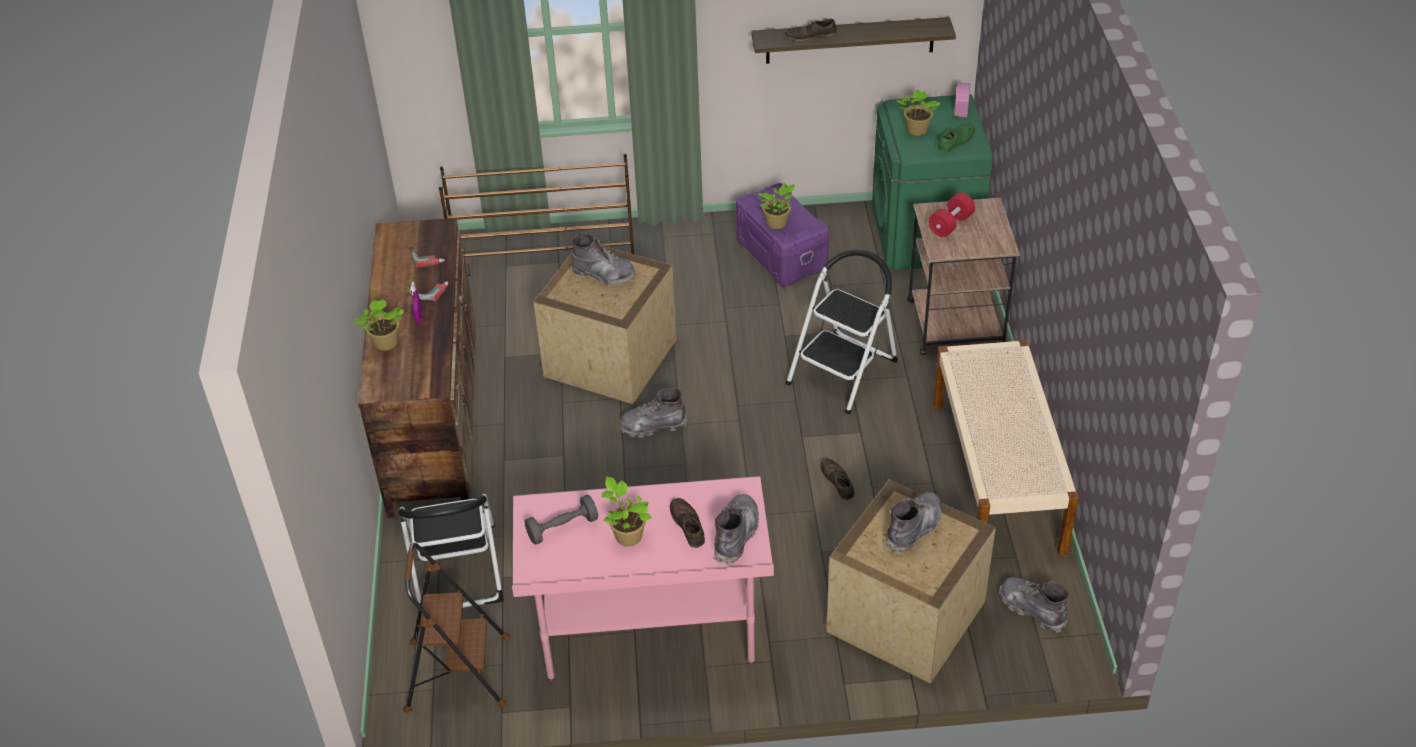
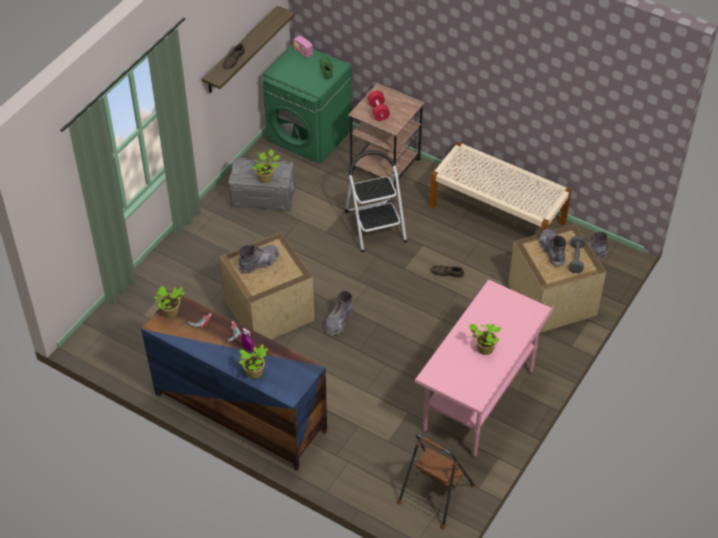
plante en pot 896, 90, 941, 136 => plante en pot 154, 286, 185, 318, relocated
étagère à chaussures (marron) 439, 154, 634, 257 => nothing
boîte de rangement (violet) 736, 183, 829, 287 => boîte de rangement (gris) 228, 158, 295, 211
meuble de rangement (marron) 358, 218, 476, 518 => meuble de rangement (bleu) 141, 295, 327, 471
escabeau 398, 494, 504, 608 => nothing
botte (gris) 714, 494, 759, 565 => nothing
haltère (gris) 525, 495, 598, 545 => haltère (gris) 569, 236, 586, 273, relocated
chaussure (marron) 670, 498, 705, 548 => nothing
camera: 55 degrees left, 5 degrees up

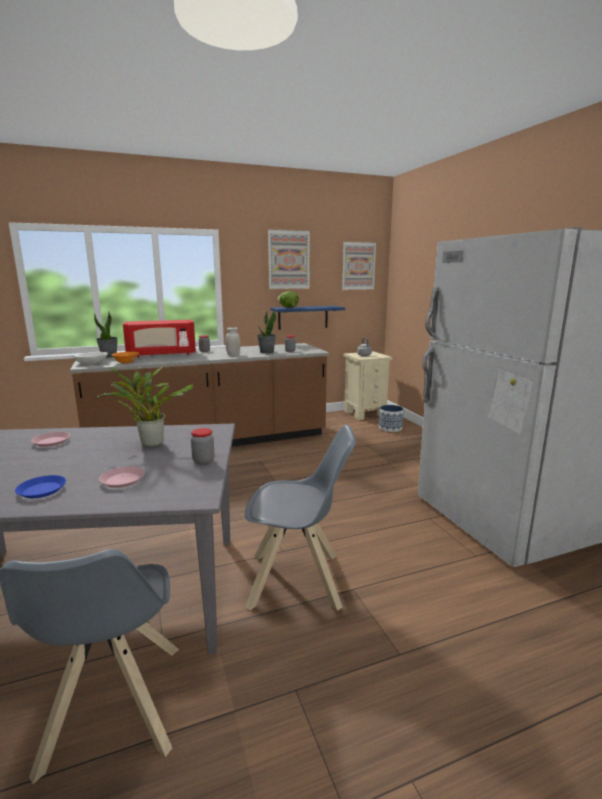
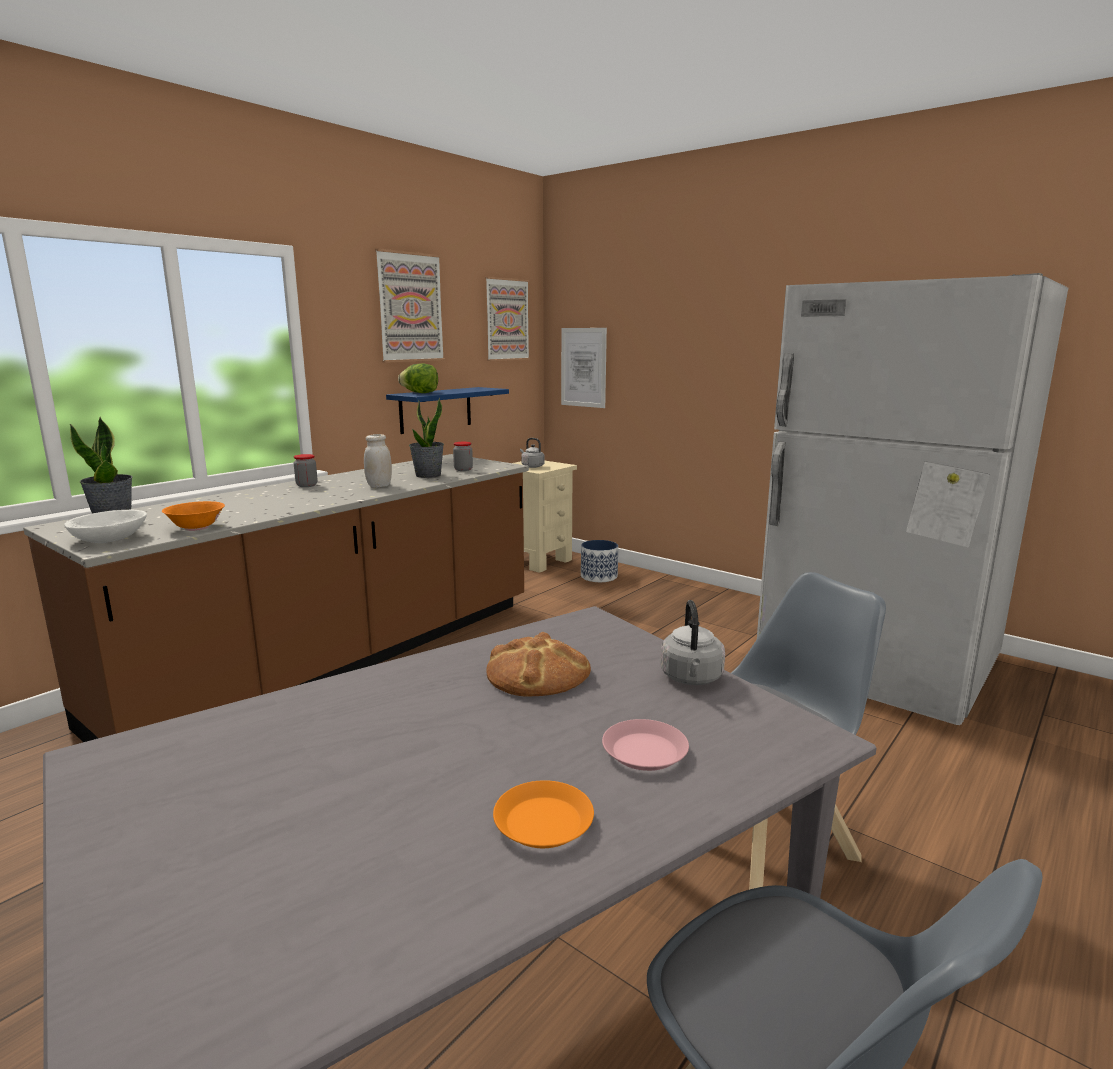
micro-ondes (rouge) 123, 320, 196, 358 => nothing
plante en pot 95, 366, 194, 447 => pain 486, 632, 591, 697
bocal 191, 428, 214, 464 => bouilloire (gris) 660, 600, 725, 685
assiette (rose) 31, 432, 70, 447 => nothing
assiette (bleu) 15, 475, 66, 498 => assiette (orange) 493, 780, 594, 848
nothing => tableau 561, 328, 607, 408
camera: 30 degrees left, 0 degrees up

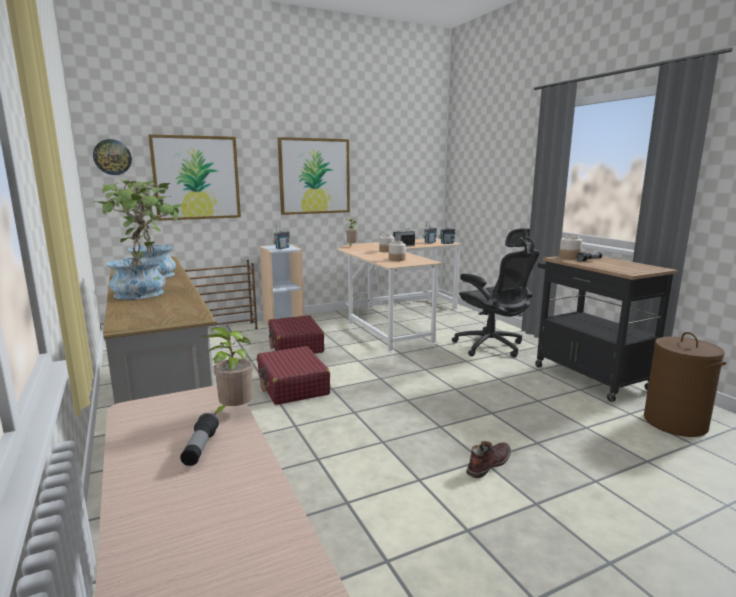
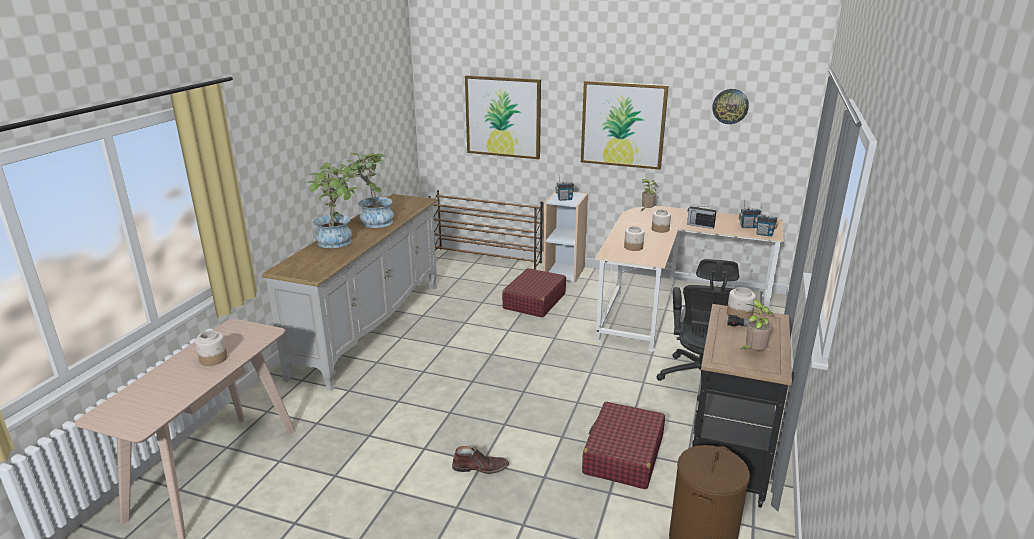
horloge murale 93, 139, 132, 175 => horloge murale 712, 89, 749, 124, relocated
plante en pot 202, 327, 253, 415 => plante en pot 740, 300, 774, 350, relocated
valise (rouge) 257, 346, 330, 405 => valise (rouge) 582, 401, 665, 489, relocated
lampe de poche 180, 413, 219, 466 => bocal 195, 331, 227, 366
camera: 45 degrees right, 10 degrees up

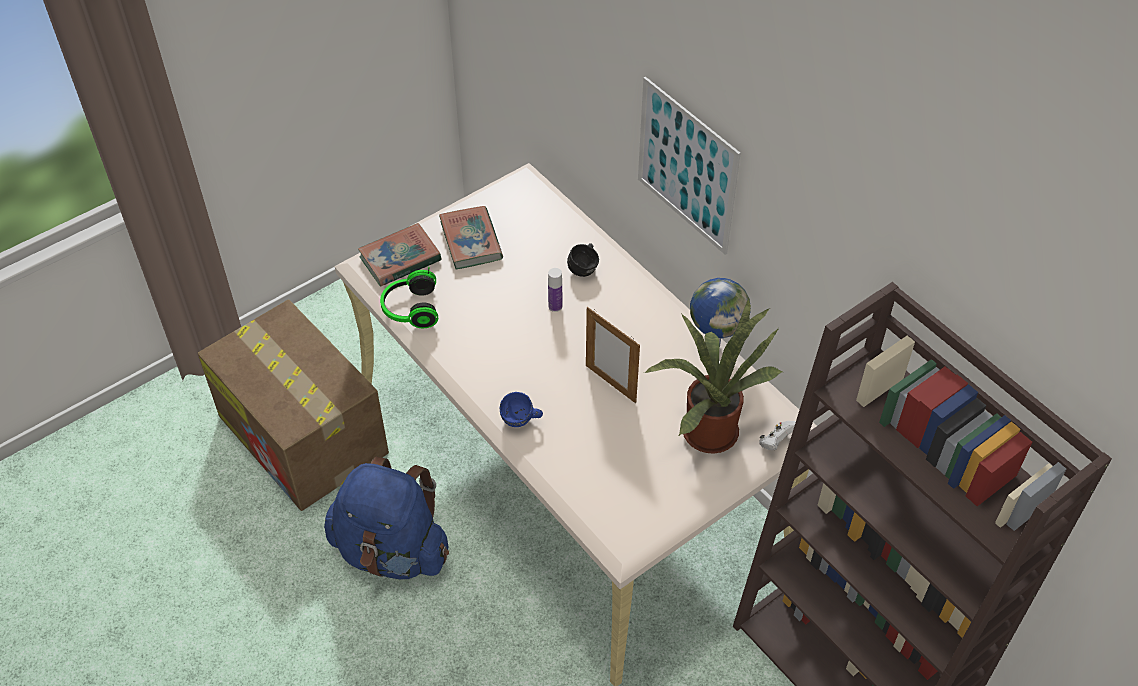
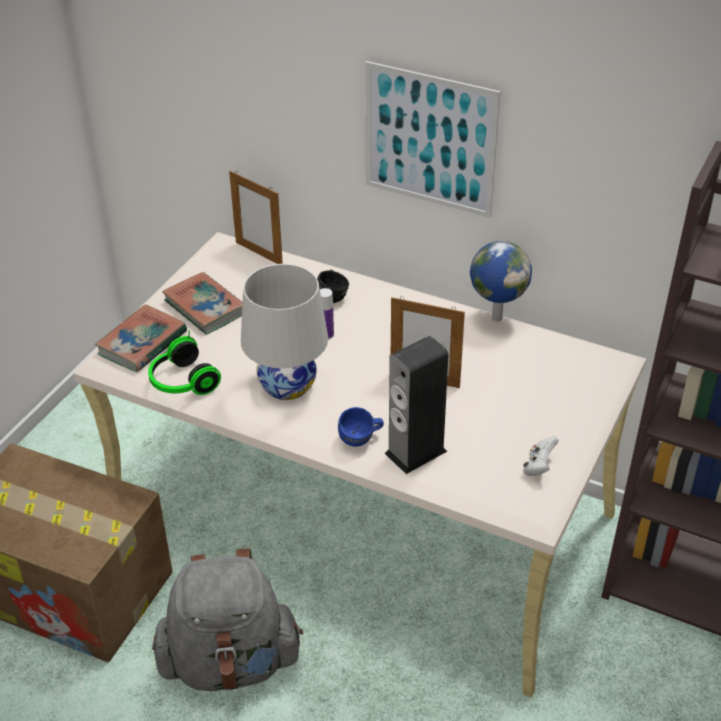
plante en pot 644, 299, 783, 454 => nothing
manette (blanc) 759, 421, 796, 450 => manette (blanc) 523, 436, 559, 476, relocated
sac à dos (bleu) 324, 457, 449, 579 => sac à dos (gris) 152, 549, 303, 691
nothing => cadre photo 229, 171, 283, 264
nothing => lampe de table (blanc) 241, 264, 328, 400
nothing => enceinte 385, 336, 449, 474
camera: 25 degrees left, 10 degrees down

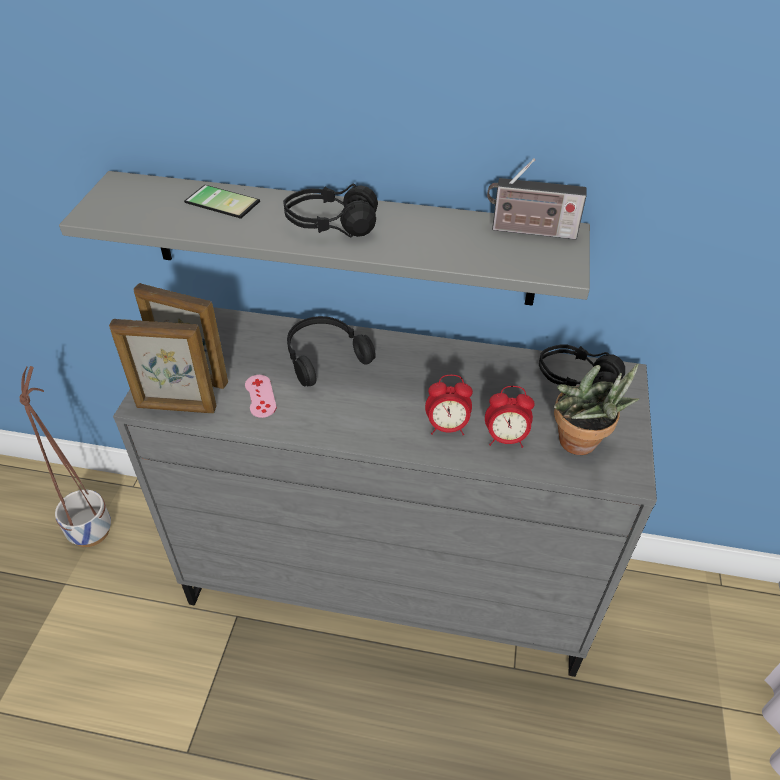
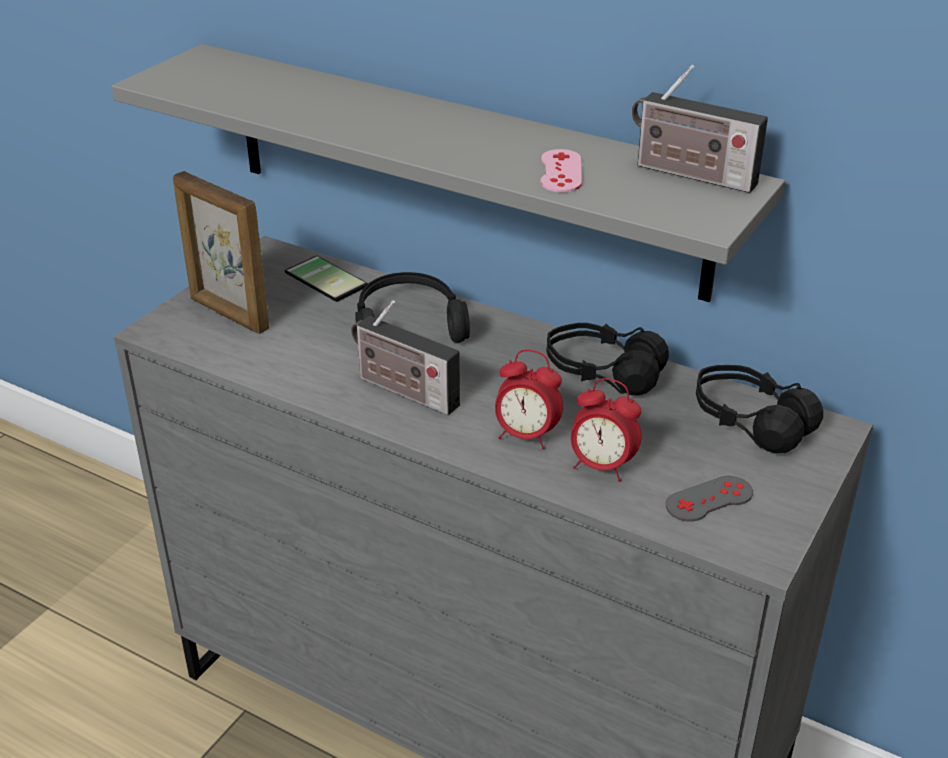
casque audio (noir) 283, 183, 378, 237 => casque audio (noir) 547, 323, 669, 396, relocated
téléphone 184, 185, 260, 219 => téléphone 285, 256, 368, 302, relocated
cadre photo 109, 319, 217, 413 => nothing
plante en pot 554, 364, 639, 455 => manette (gris) 666, 476, 753, 522
cache-pot 19, 366, 111, 547 => nothing
manette (rose) 245, 375, 276, 418 => manette (rose) 540, 149, 582, 193, relocated
nothing => radio 351, 300, 460, 415
camera: 20 degrees right, 10 degrees down

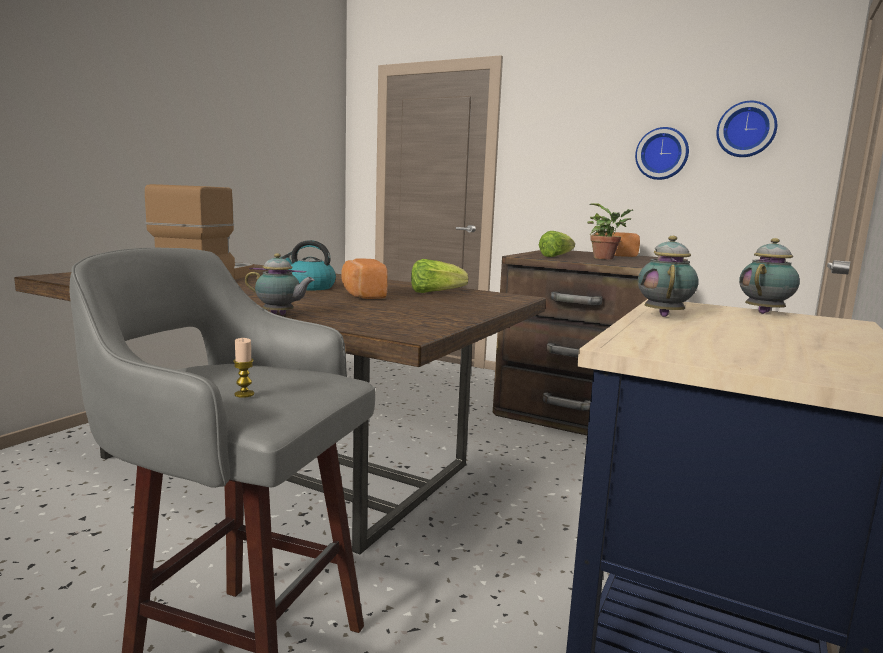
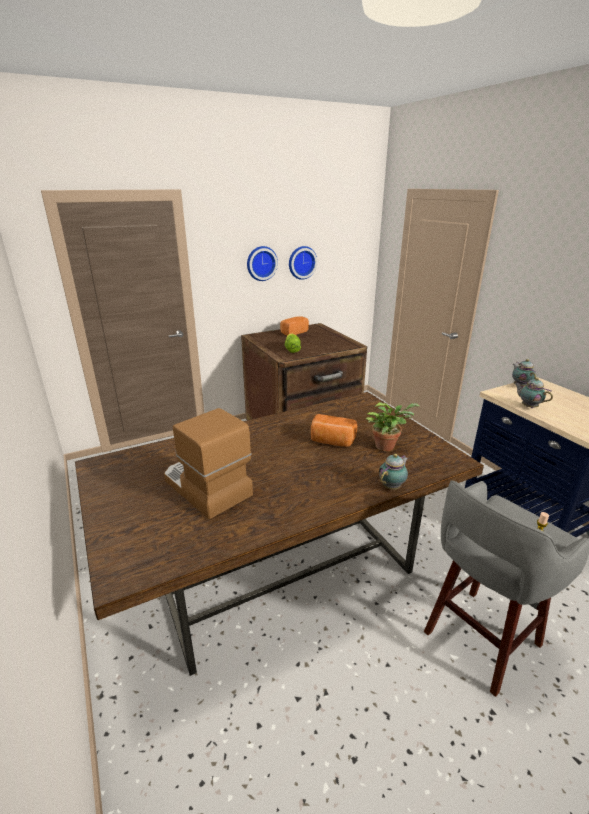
horloge murale 716, 101, 777, 157 => horloge murale 247, 246, 278, 281, relocated
plante en pot 587, 203, 633, 259 => plante en pot 366, 402, 420, 451, relocated
bouilloire 281, 240, 336, 290 => nothing
laitue 411, 259, 468, 293 => nothing
camera: 55 degrees left, 15 degrees up

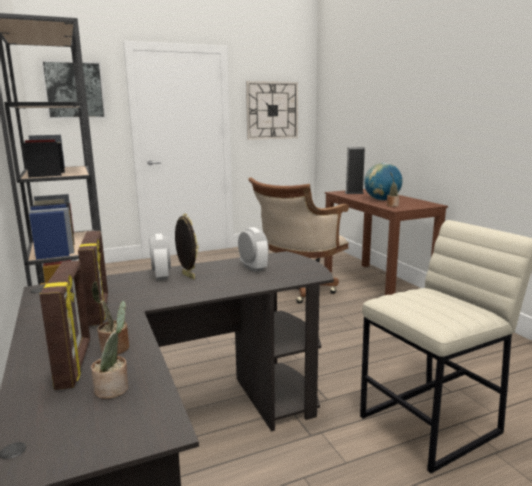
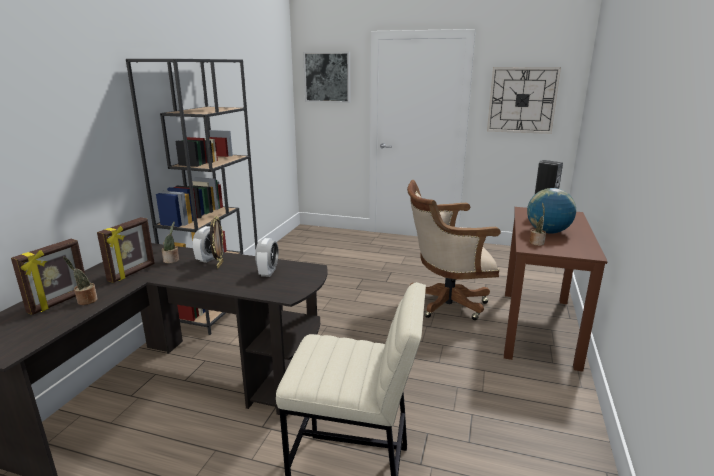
plante en pot 91, 301, 128, 399 => plante en pot 162, 222, 179, 263, relocated
camera: 40 degrees right, 5 degrees up

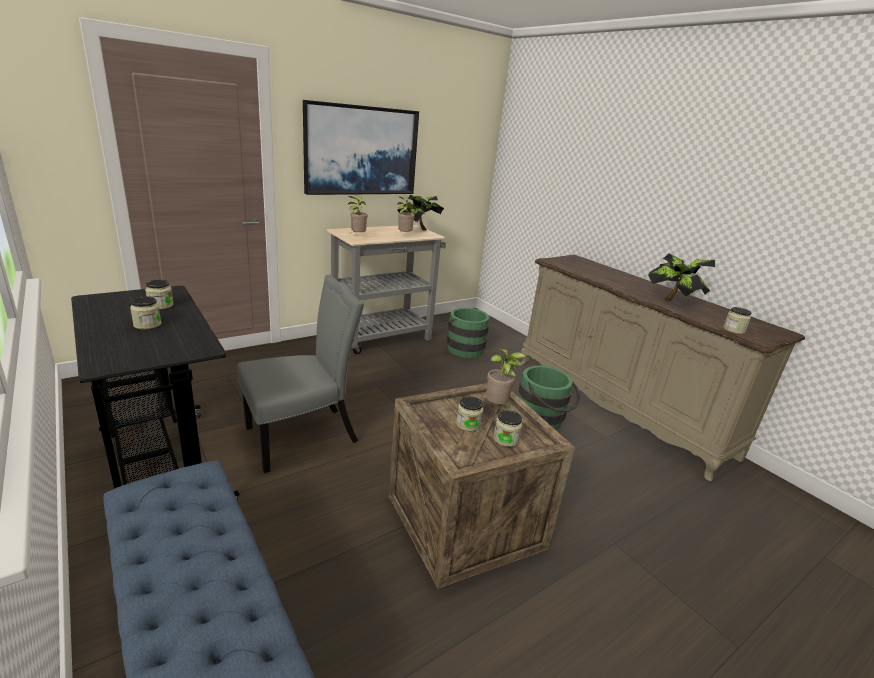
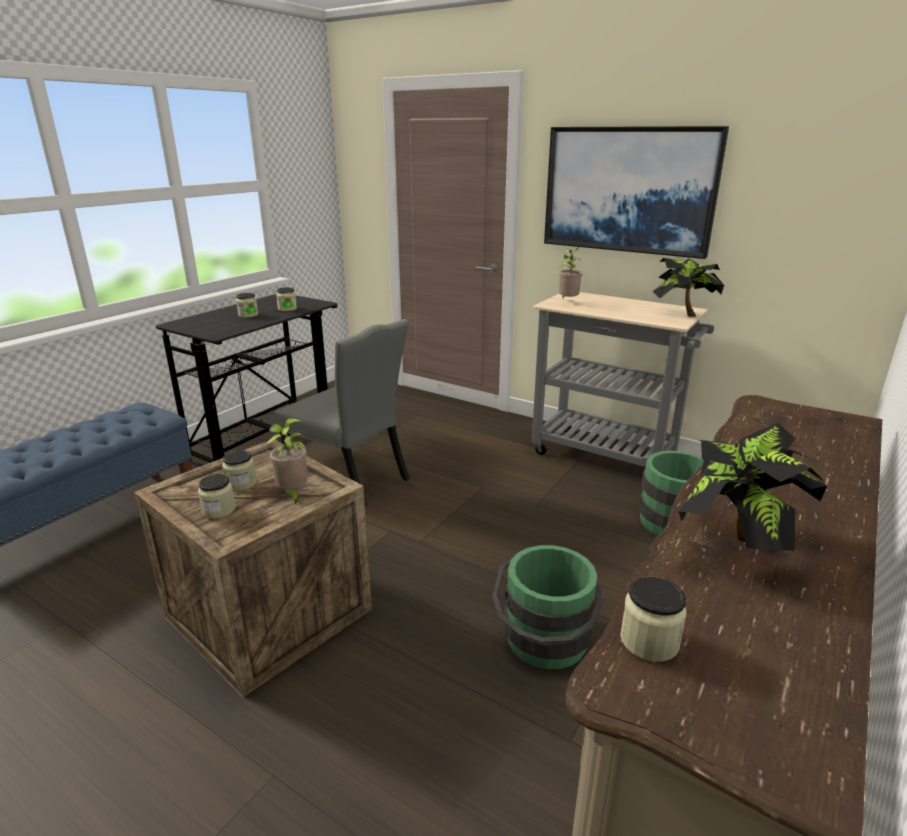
plante en pot 397, 196, 415, 233 => nothing
camera: 70 degrees right, 0 degrees up

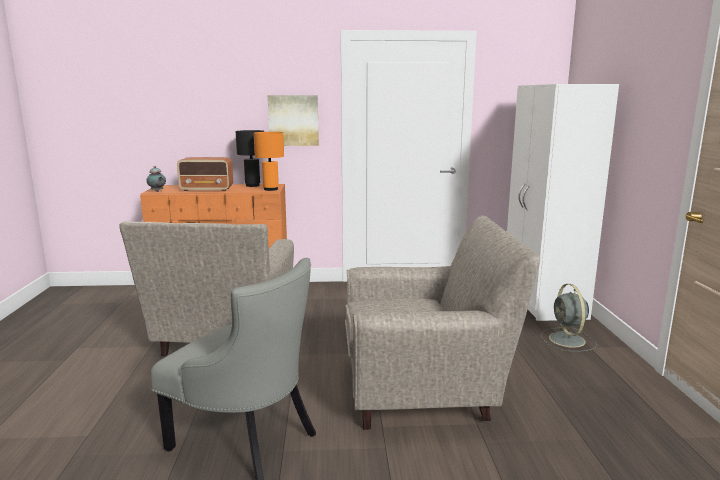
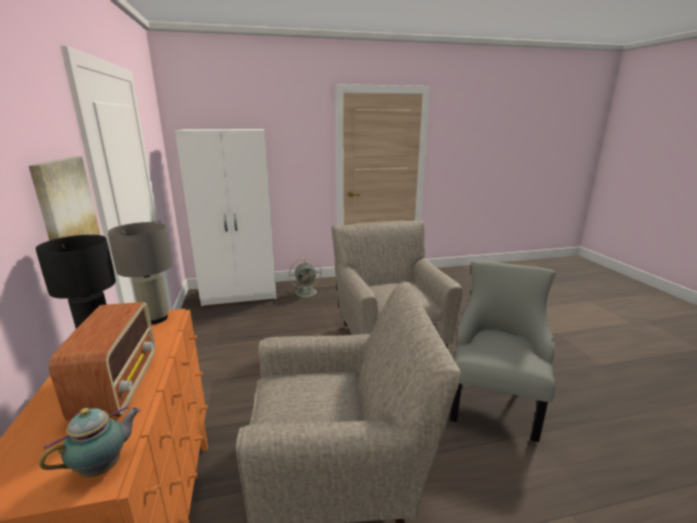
lampe de table (orange) 254, 132, 284, 191 => lampe de table (gris) 108, 222, 172, 325
camera: 100 degrees left, 5 degrees up

